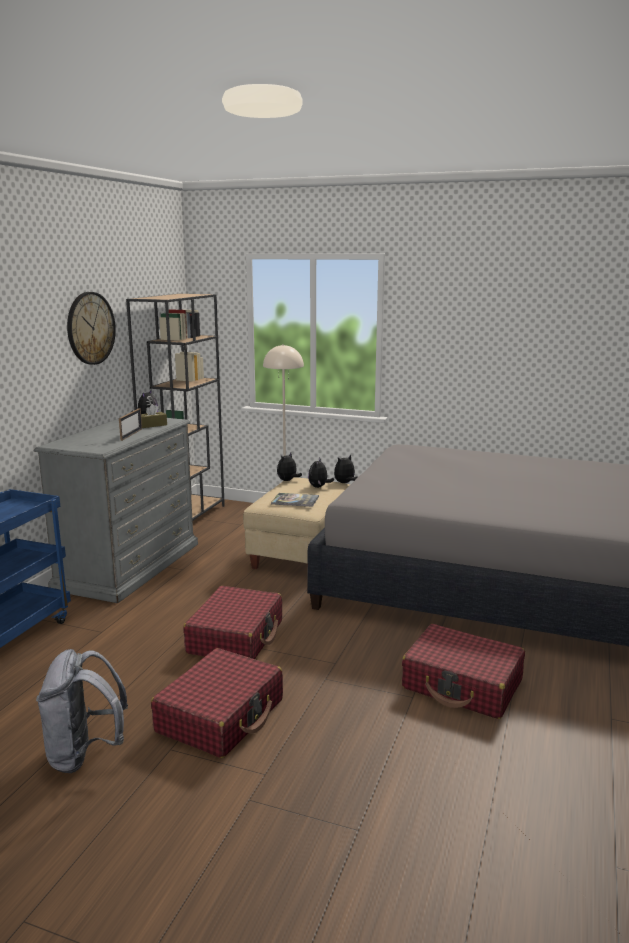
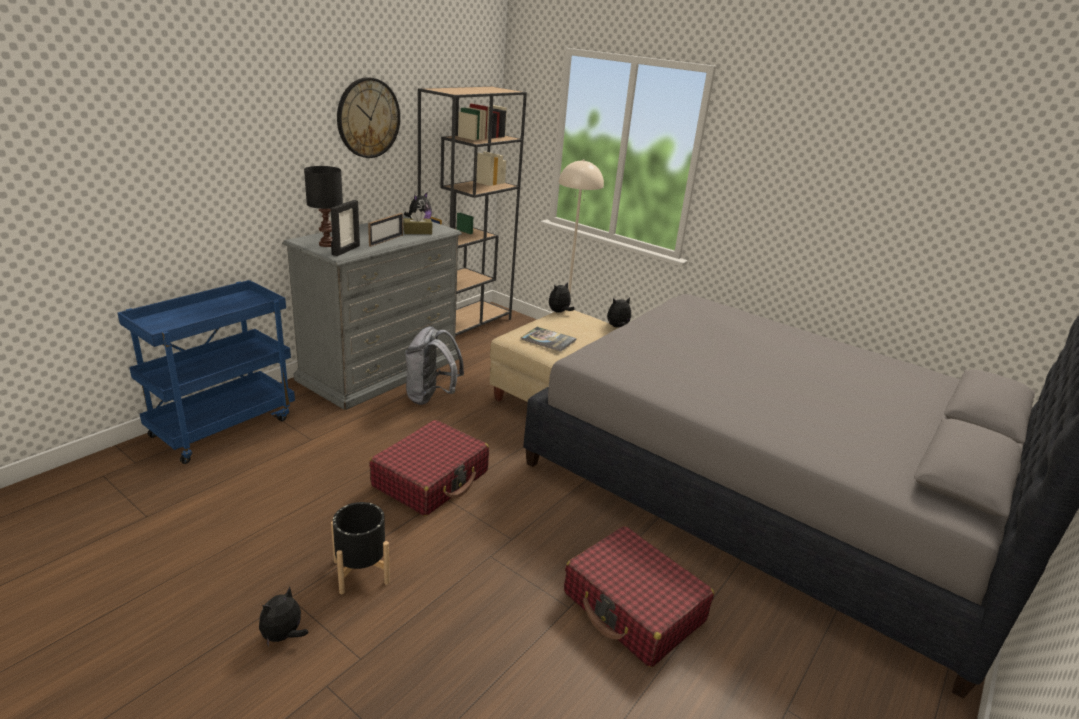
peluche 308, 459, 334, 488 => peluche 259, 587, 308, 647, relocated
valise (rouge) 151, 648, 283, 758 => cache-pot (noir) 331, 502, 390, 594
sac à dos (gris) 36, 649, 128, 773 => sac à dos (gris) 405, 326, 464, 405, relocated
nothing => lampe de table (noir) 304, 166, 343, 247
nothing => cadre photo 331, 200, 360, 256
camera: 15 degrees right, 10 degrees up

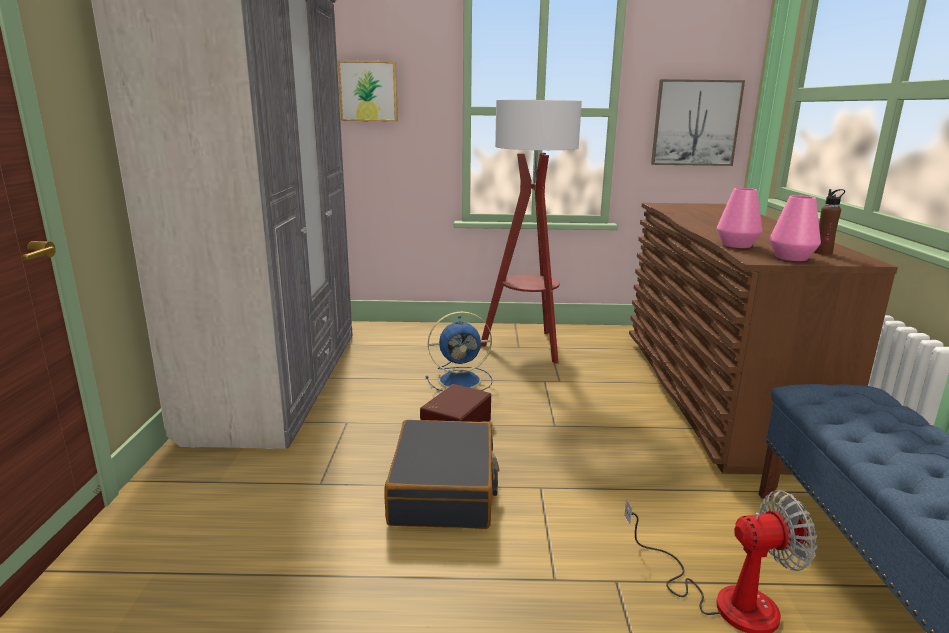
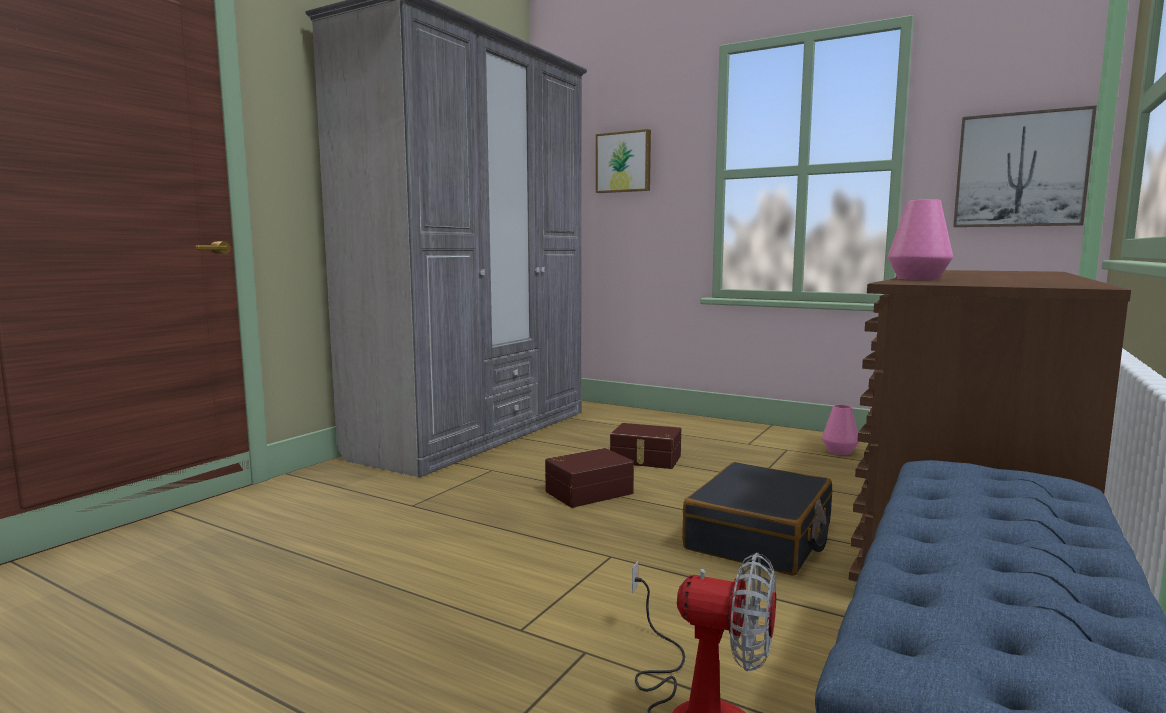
lampadaire 481, 100, 582, 364 => nothing
bouteille (marron) 814, 189, 845, 255 => nothing
vase (rose) 769, 195, 821, 261 => vase (rose) 822, 405, 859, 455, relocated
ventilateur (bleu) 426, 311, 492, 391 => boîte de rangement (marron) 610, 423, 681, 469
valise (noir) 384, 420, 499, 529 => valise (noir) 682, 462, 832, 576, relocated
camera: 30 degrees right, 10 degrees down

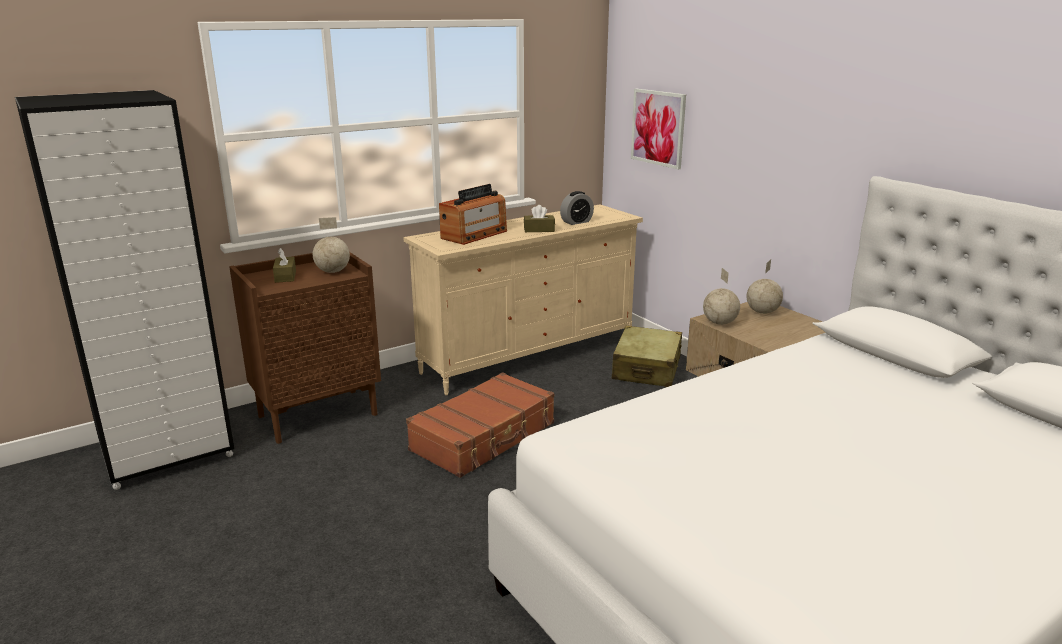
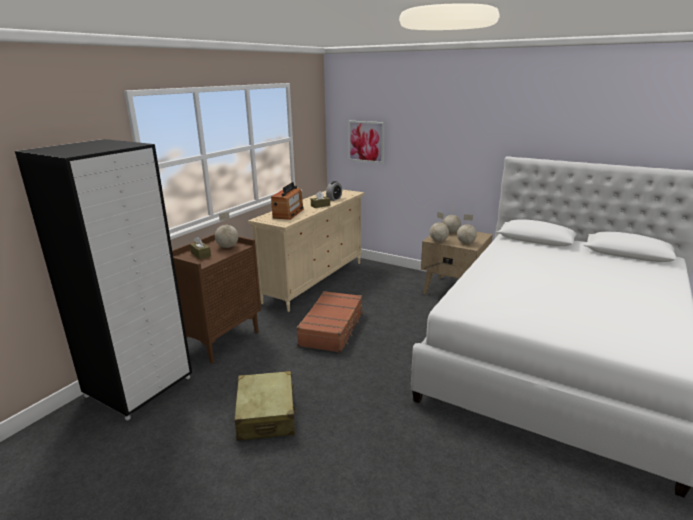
valise (beige) 612, 326, 682, 387 => valise (beige) 235, 371, 297, 441, relocated
nothing => globe 457, 214, 477, 244
camera: 25 degrees left, 0 degrees up

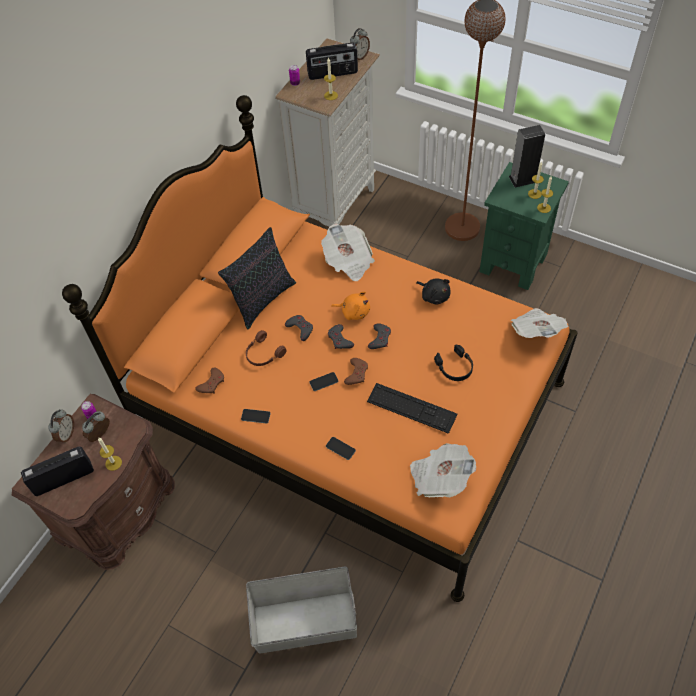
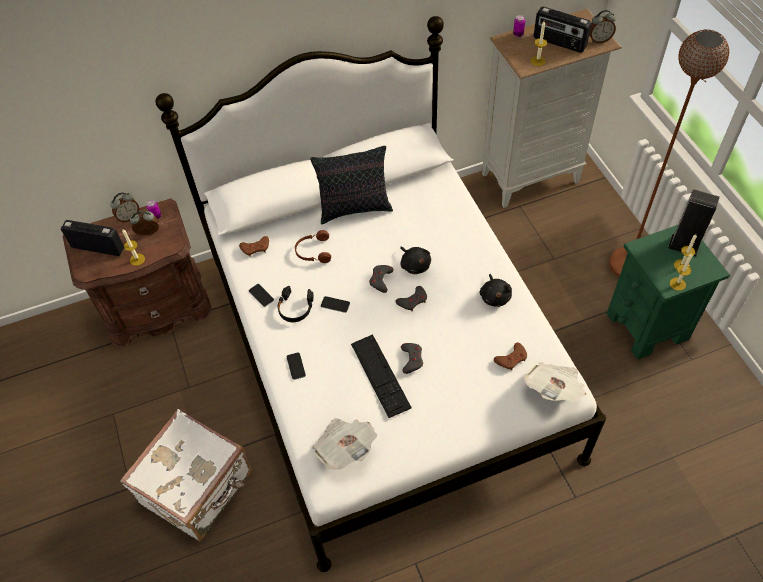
lit (orange) 62, 95, 577, 602 => lit (blanc) 156, 16, 606, 572
journal 321, 224, 375, 281 => nothing
peluche (orange) 331, 292, 370, 320 => peluche (noir) 400, 246, 431, 274
manette (gris) 285, 315, 313, 341 => manette (gris) 401, 343, 423, 374, relocated
casque audio (noir) 434, 344, 473, 381 => casque audio (noir) 278, 286, 314, 322, relocated
manette (marron) 344, 358, 368, 385 => manette (marron) 494, 343, 527, 370, relocated
boîte de rangement (gris) 246, 567, 357, 654 => valise (blanc) 120, 409, 252, 541
camera: 40 degrees right, 0 degrees up

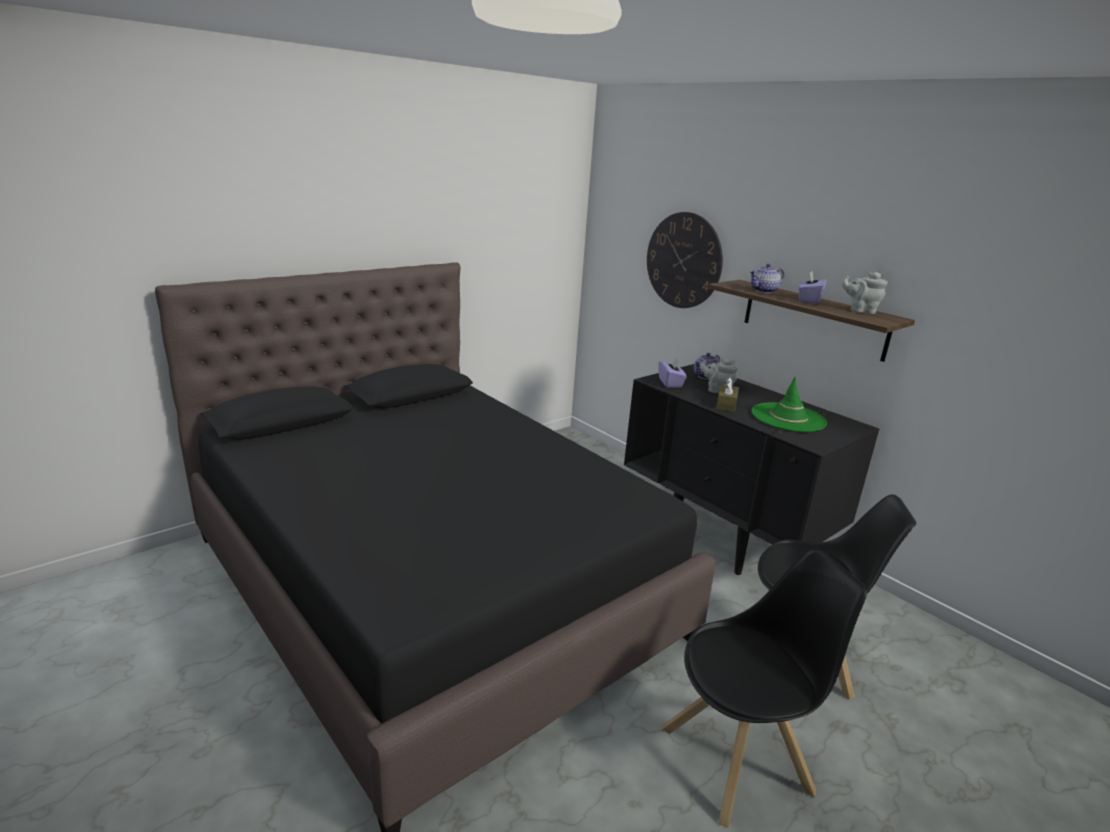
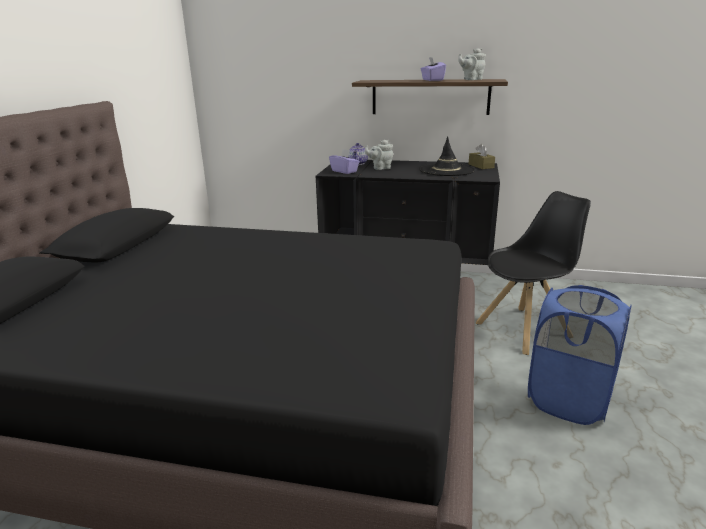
horloge murale 647, 212, 723, 308 => nothing
théière 750, 264, 784, 293 => nothing
boîte à mouchoirs (marron) 716, 377, 739, 412 => boîte à mouchoirs (marron) 469, 144, 495, 169, relocated
chapeau (vert) 751, 377, 827, 432 => chapeau (noir) 419, 136, 475, 176
chaise (noir) 661, 549, 867, 828 => panier à linge (bleu) 528, 285, 632, 425
camera: 35 degrees left, 0 degrees up

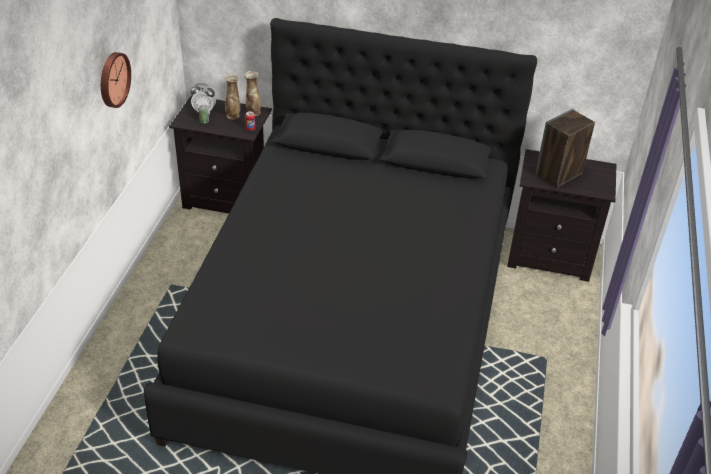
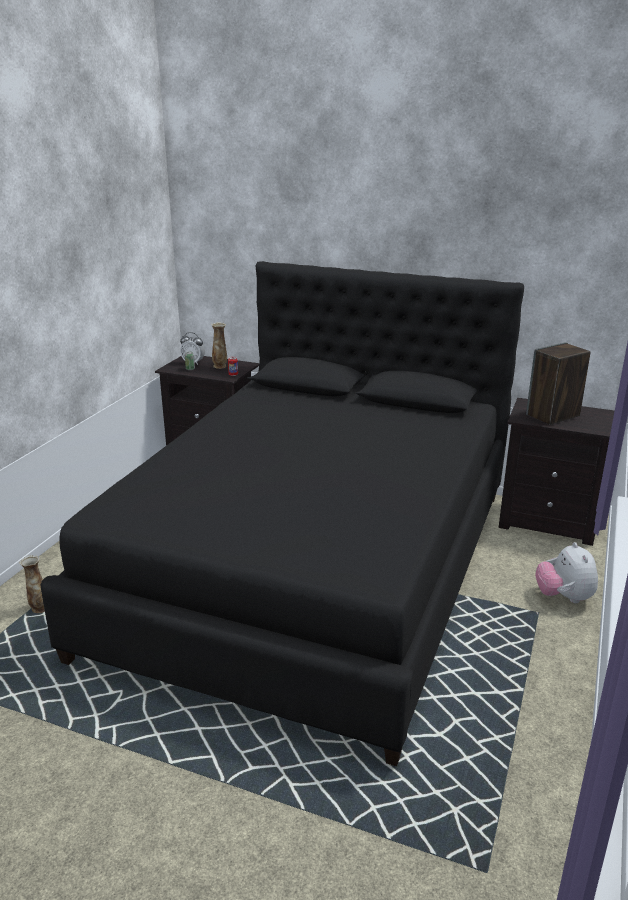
horloge murale 101, 52, 131, 108 => nothing
vase 244, 71, 261, 116 => vase 19, 555, 45, 613, relocated
nothing => peluche 535, 542, 598, 603
camera: 10 degrees right, 15 degrees down

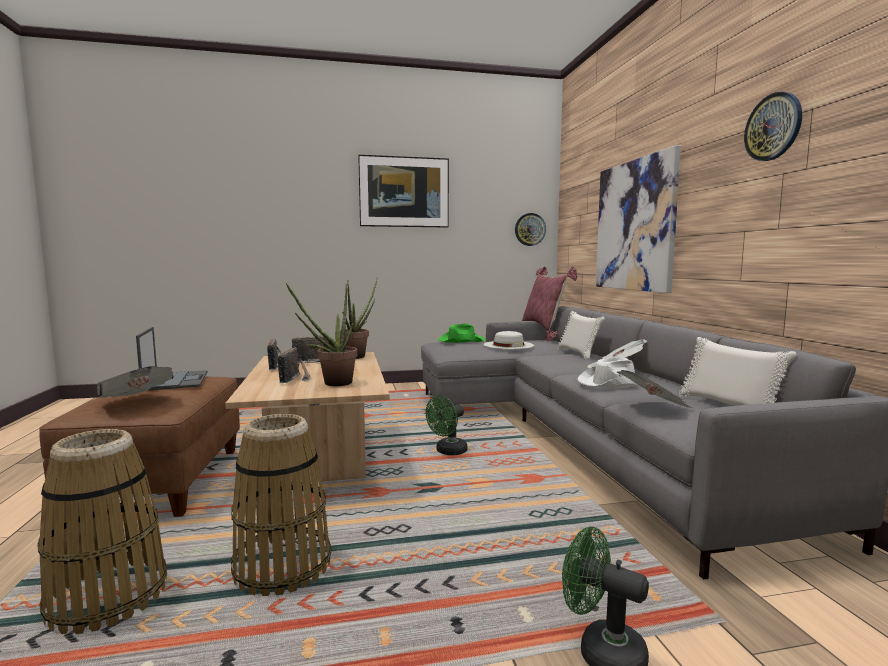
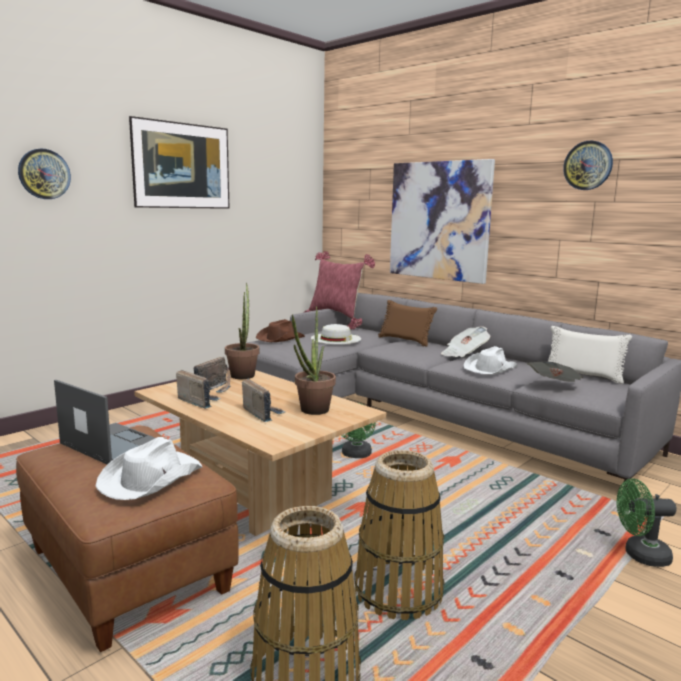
horloge murale 515, 213, 546, 246 => horloge murale 18, 149, 71, 199, relocated
coussin (blanc) 556, 311, 605, 360 => coussin (marron) 378, 300, 437, 347
chapeau (vert) 438, 324, 486, 343 => chapeau (marron) 256, 319, 305, 342
journal 97, 366, 174, 398 => chapeau (blanc) 96, 437, 202, 500
camera: 35 degrees left, 5 degrees up

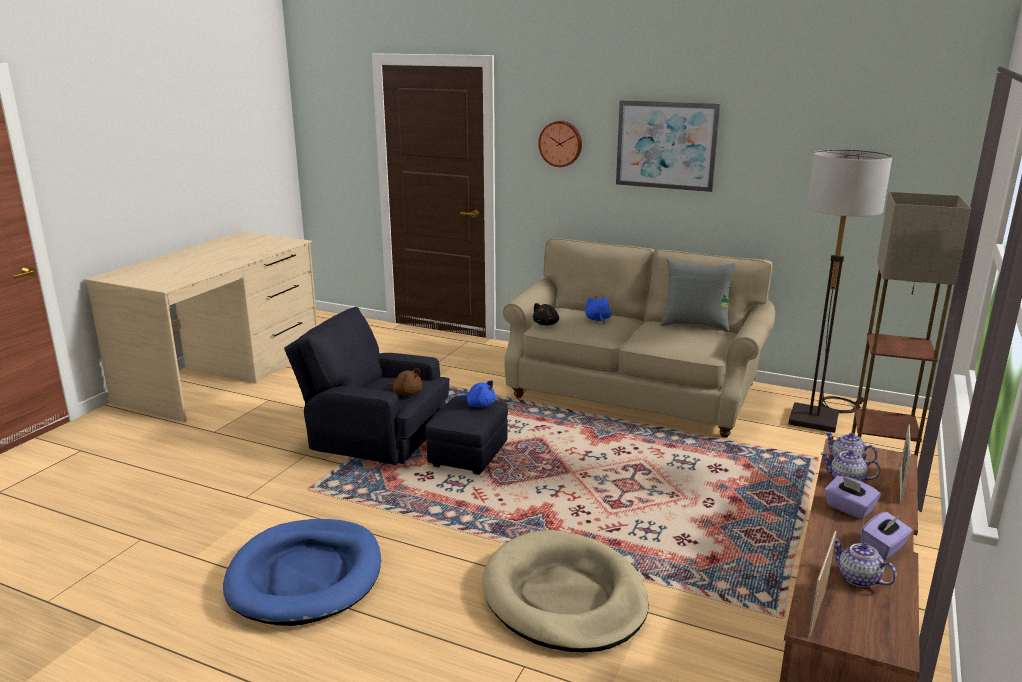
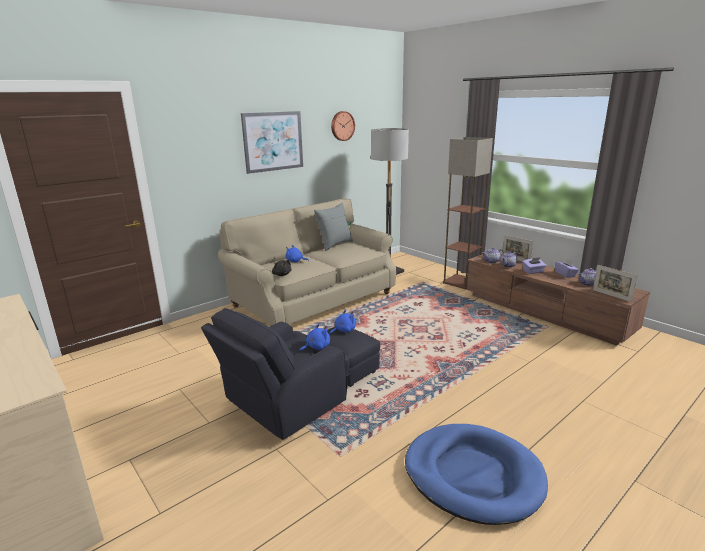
horloge murale 538, 121, 582, 167 => horloge murale 331, 111, 355, 141, relocated
peluche (marron) 387, 368, 422, 395 => peluche (bleu) 299, 324, 330, 352
panier pour chien (beige) 482, 530, 649, 652 => nothing
camera: 65 degrees left, 0 degrees up

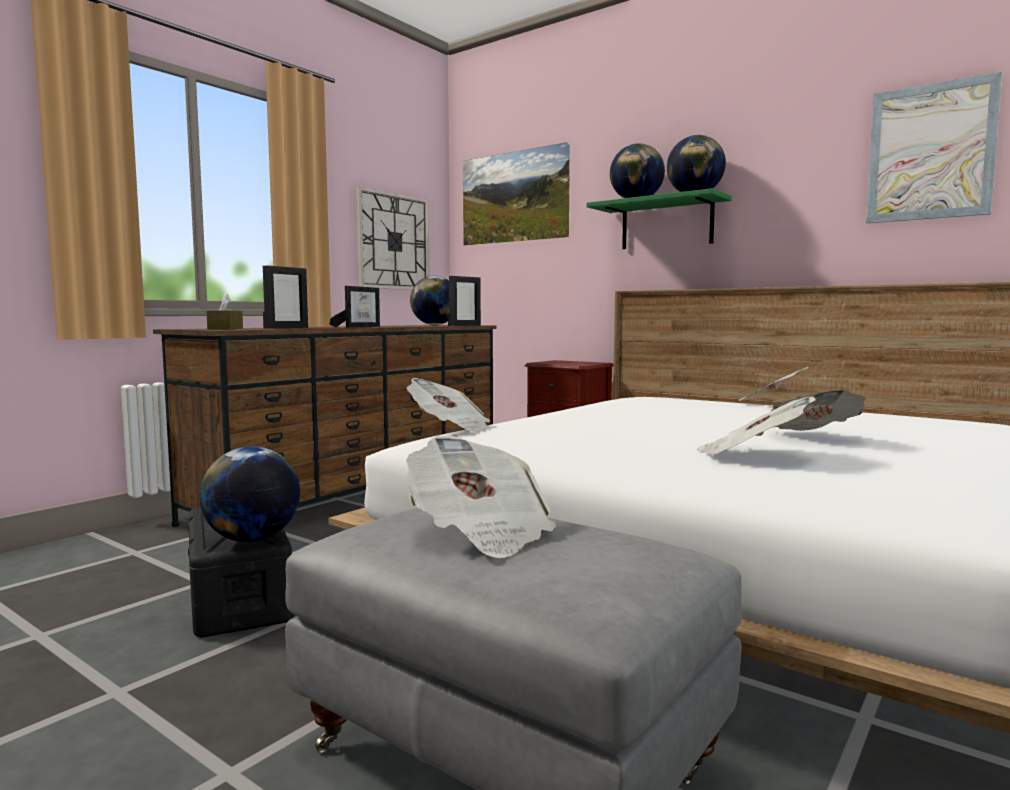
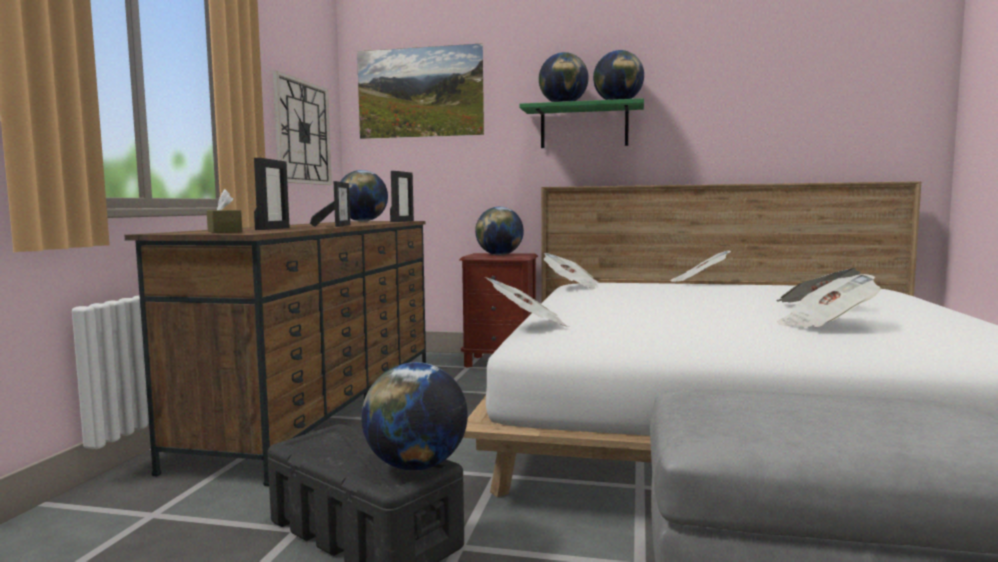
tableau 866, 72, 1002, 223 => nothing
journal 406, 436, 556, 559 => journal 544, 253, 598, 289, relocated
nothing => globe 475, 206, 524, 255
camera: 25 degrees left, 0 degrees up

